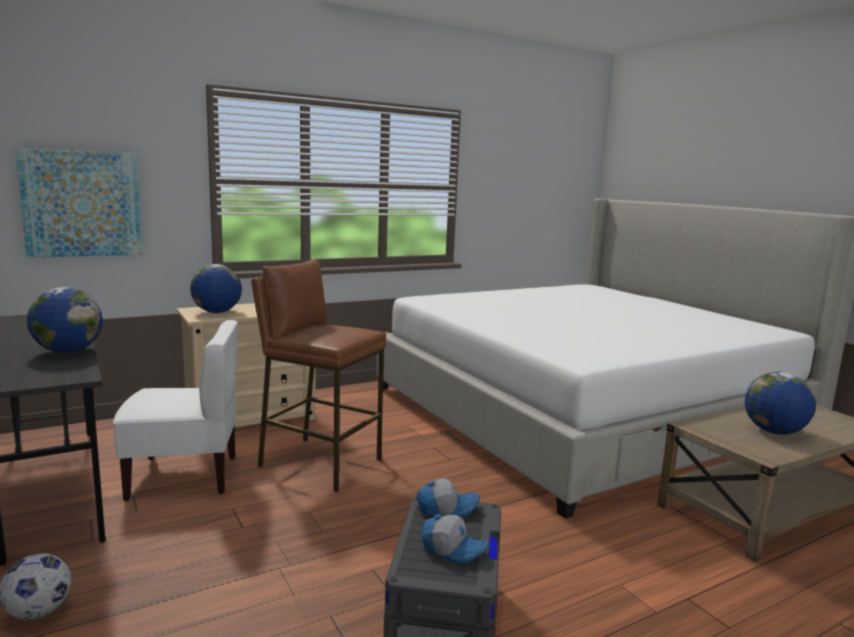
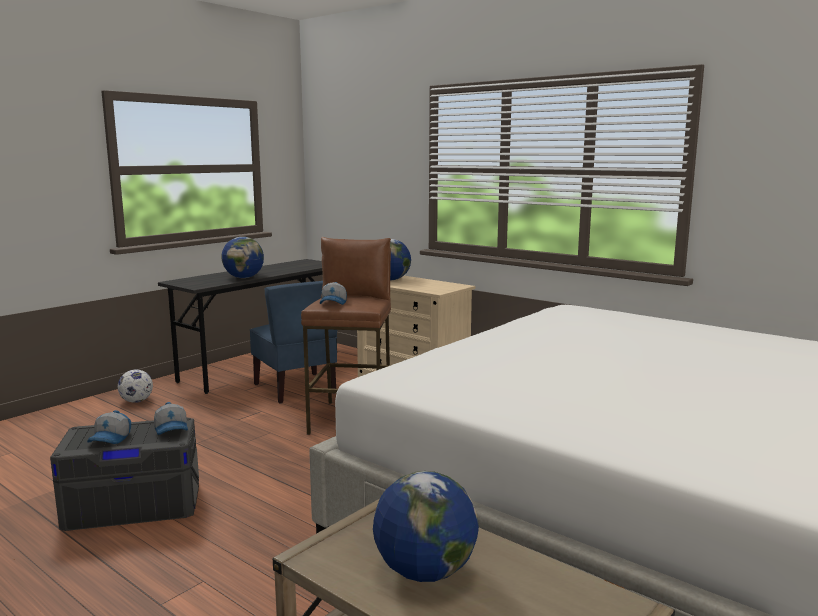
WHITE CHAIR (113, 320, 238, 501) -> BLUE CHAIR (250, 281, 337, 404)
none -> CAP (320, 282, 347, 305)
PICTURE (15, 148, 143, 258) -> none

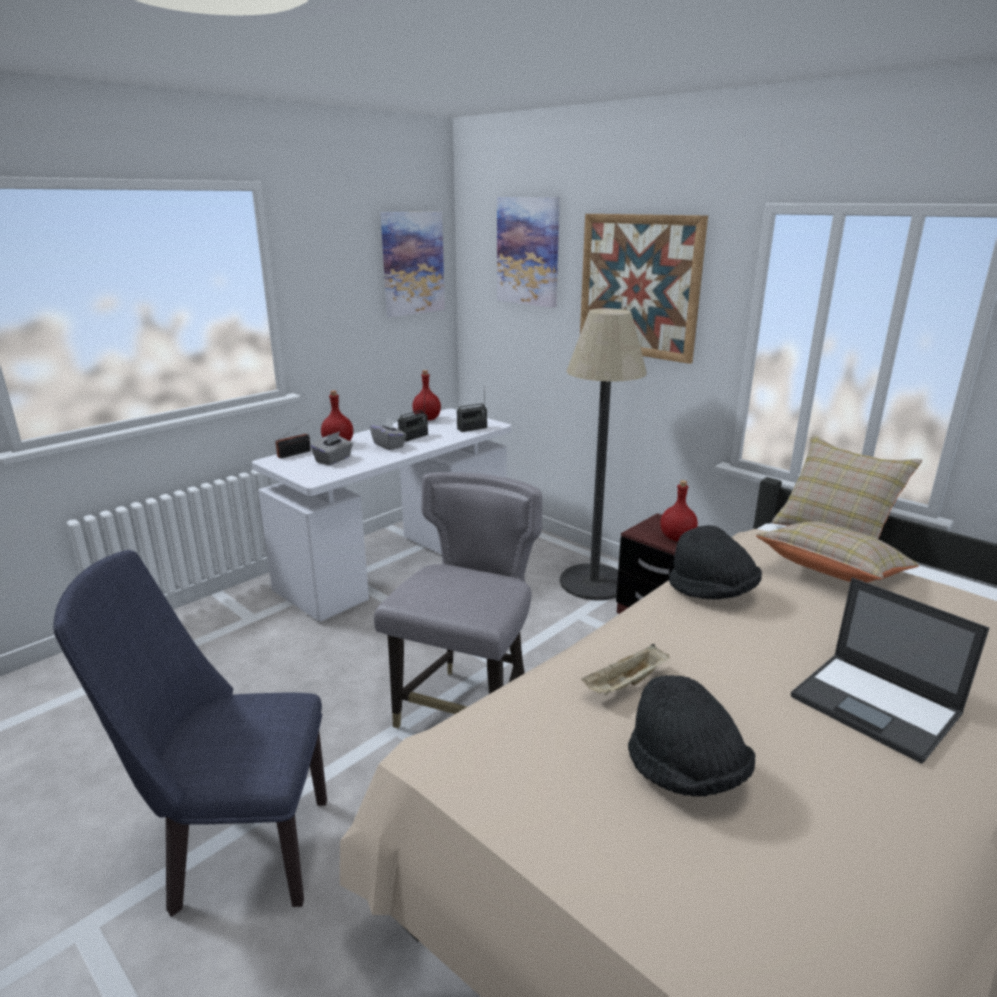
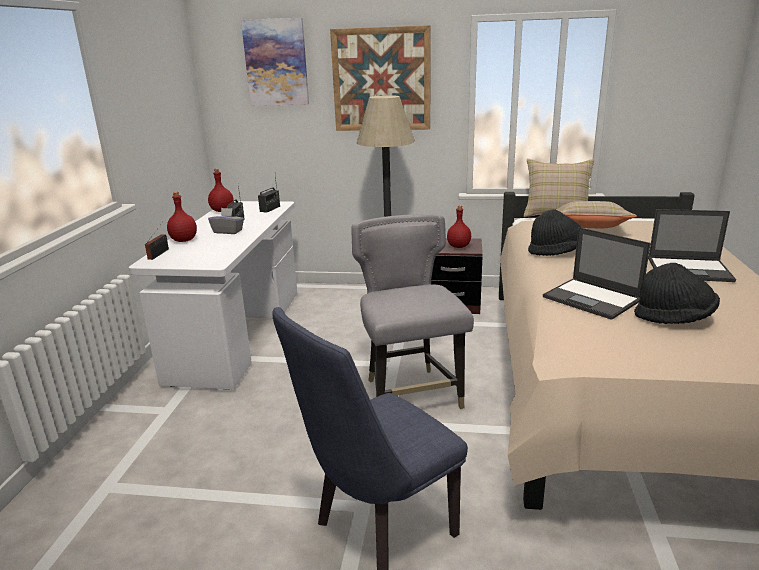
BEIGE TRAY (581, 644, 670, 695) -> LAPTOP (543, 227, 651, 320)
GREY TISSUE BOX (311, 431, 353, 465) -> none
PICTURE (381, 211, 445, 317) -> none

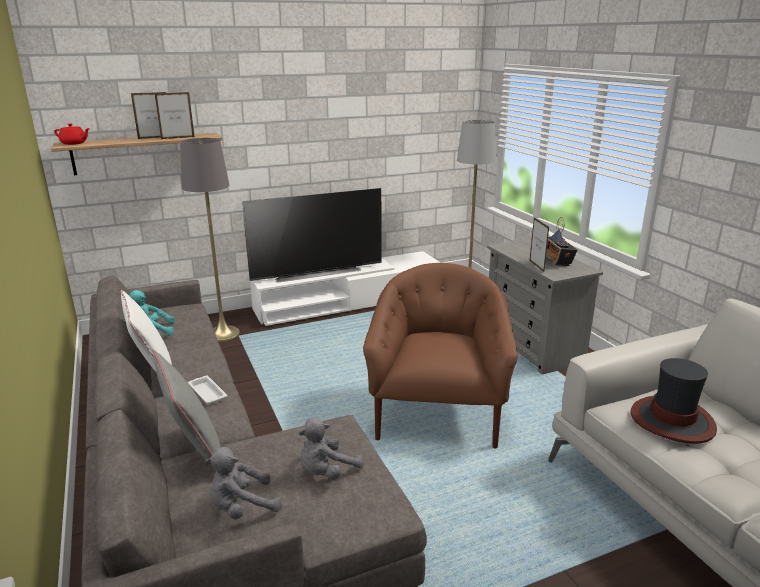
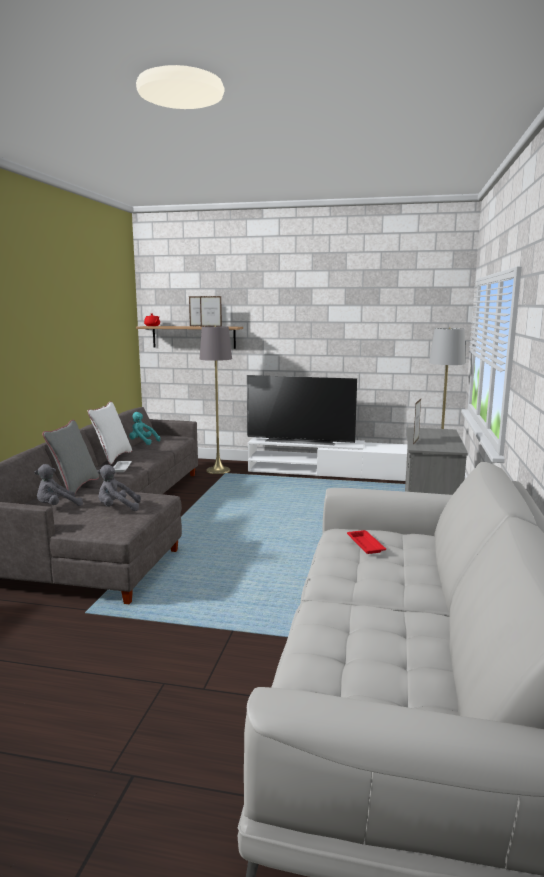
GREY PLUSH TOY (205, 447, 282, 519) -> GREY PLUSH TOY (34, 464, 83, 506), 45 degrees counterclockwise
HAT (631, 358, 717, 444) -> RED TRAY (347, 530, 386, 554)
BROWN ARMCHAIR (363, 263, 518, 449) -> none
RADIO (546, 217, 578, 266) -> none

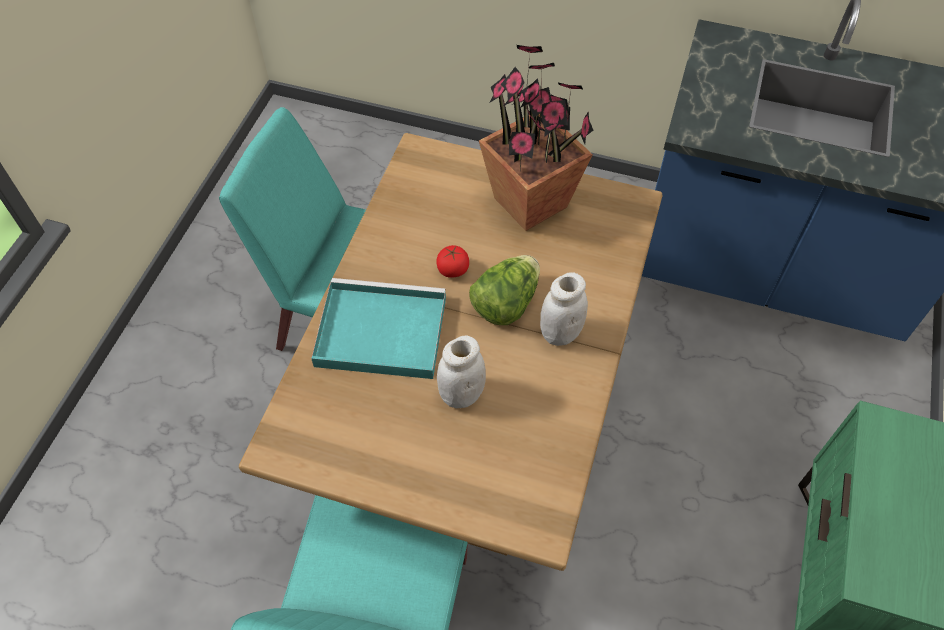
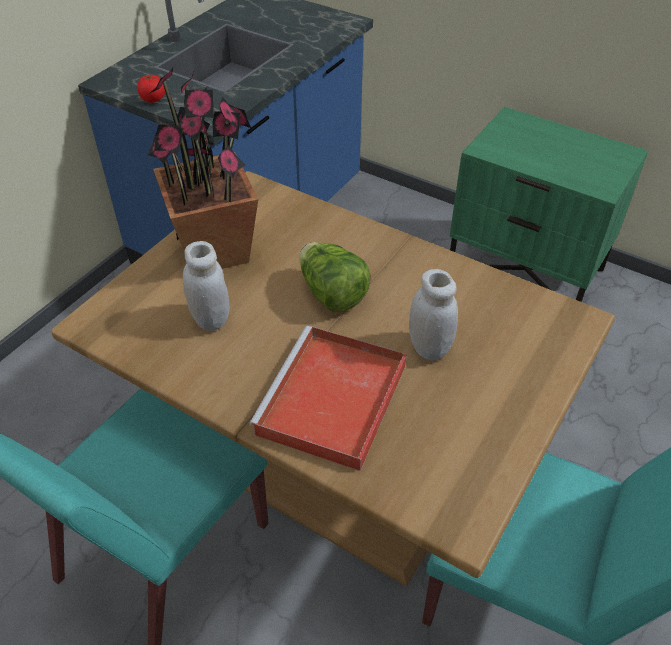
TOMATO (436, 245, 469, 278) -> TOMATO (138, 74, 165, 103), relocated
WHITE JAR (540, 272, 588, 346) -> WHITE JAR (183, 241, 230, 331), relocated
TURQUOISE TRAY (311, 278, 446, 379) -> RED TRAY (249, 326, 407, 471)

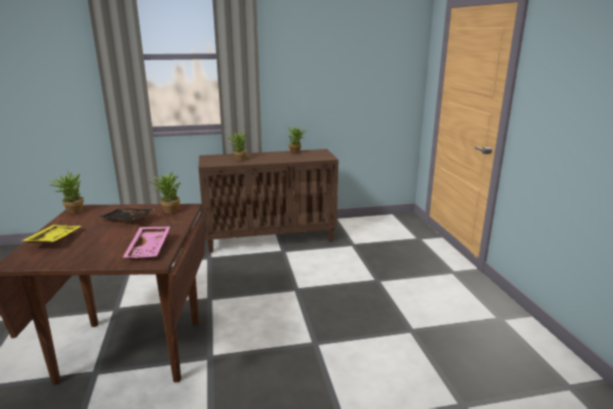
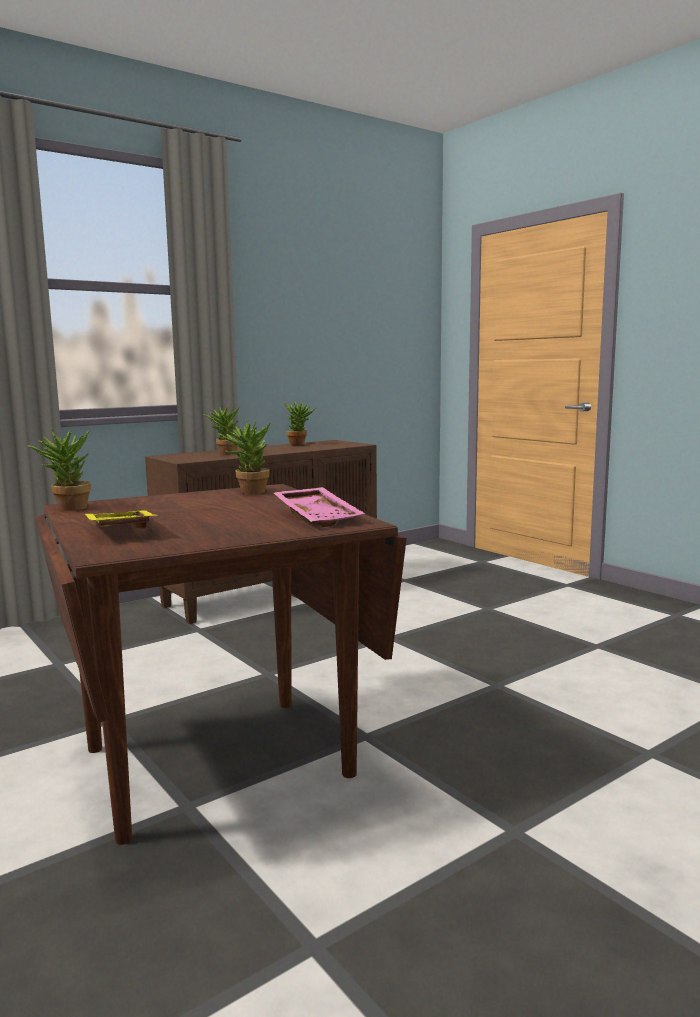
BLACK TRAY (99, 208, 154, 221) -> none

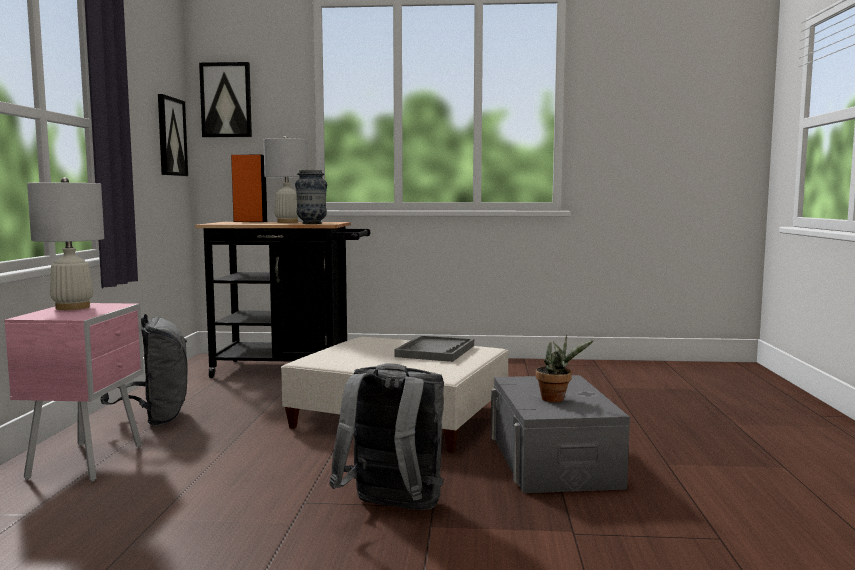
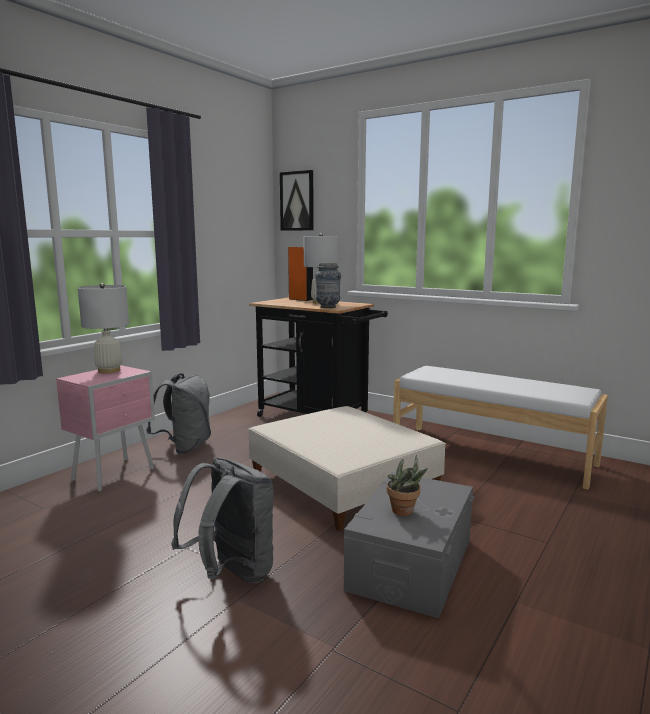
none -> WHITE BENCH (393, 366, 608, 490)
PICTURE (158, 94, 188, 176) -> none
GREY TRAY (394, 335, 474, 362) -> none

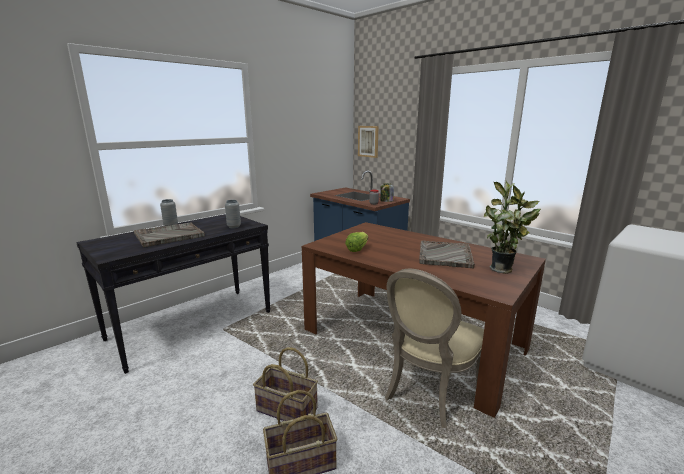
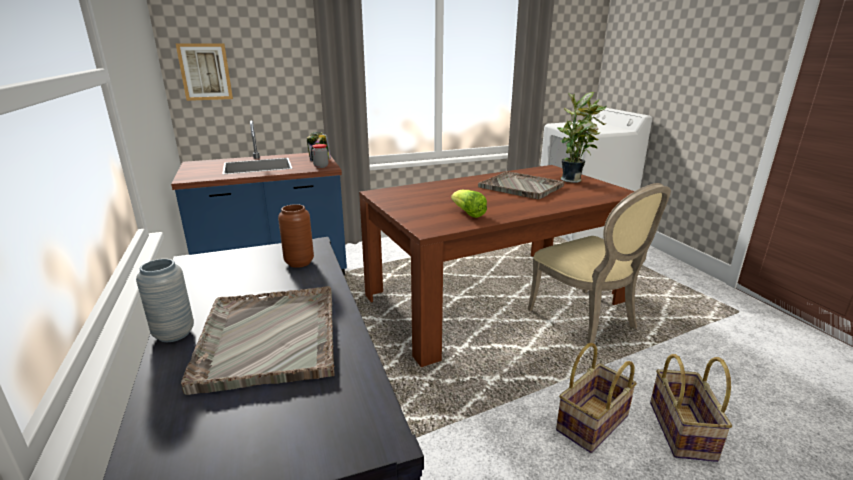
GREY VASE (225, 200, 241, 228) -> BROWN VASE (278, 204, 314, 268)

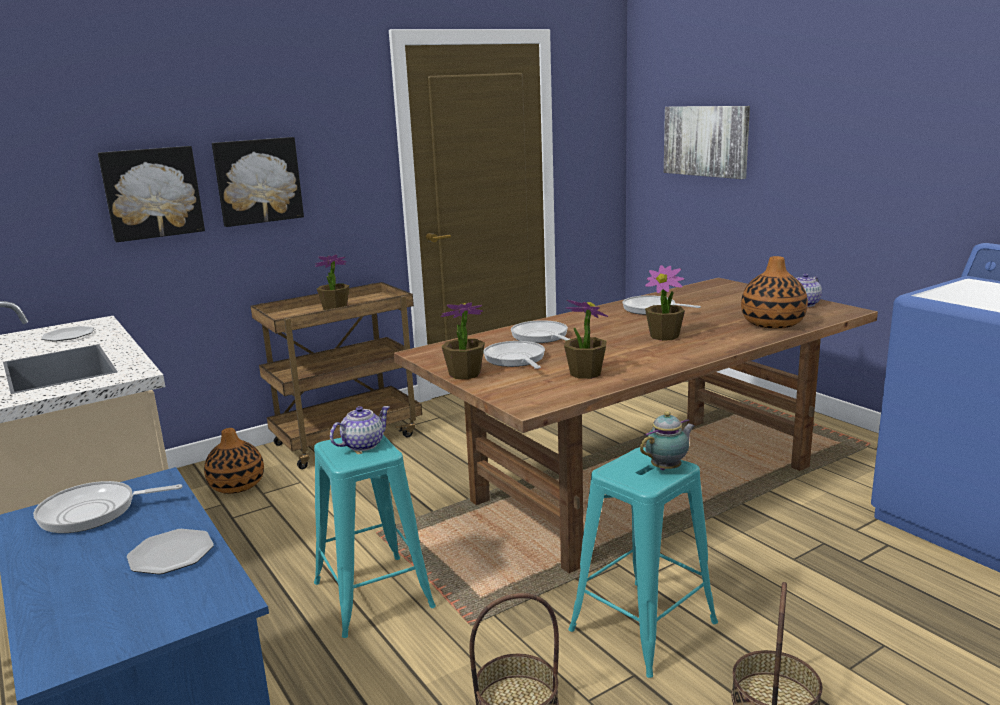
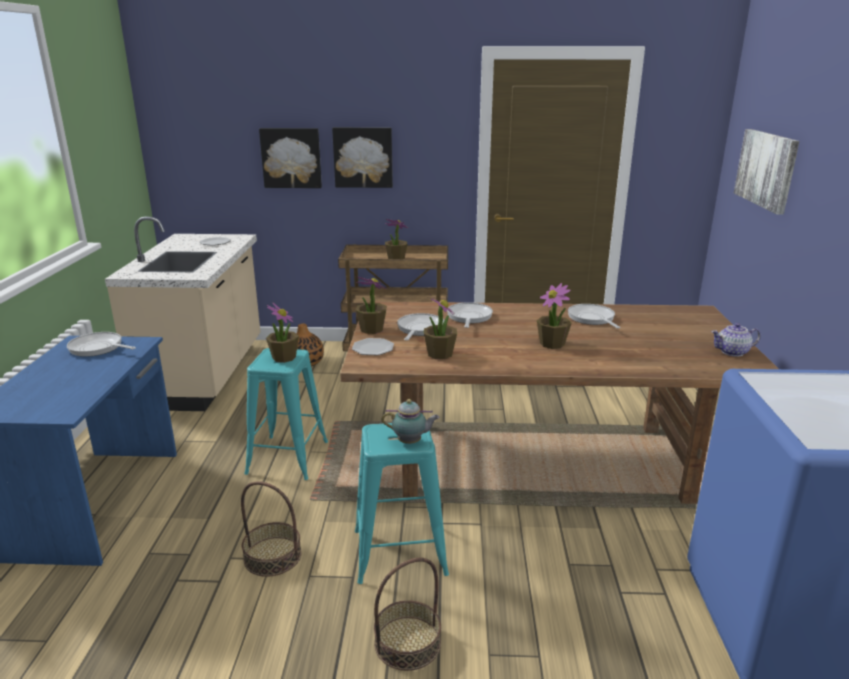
TEAPOT (330, 406, 390, 451) -> POTTED PLANT (266, 303, 299, 363)
PLATE (127, 529, 214, 575) -> PLATE (352, 338, 394, 355), relocated
VASE (741, 256, 808, 329) -> none

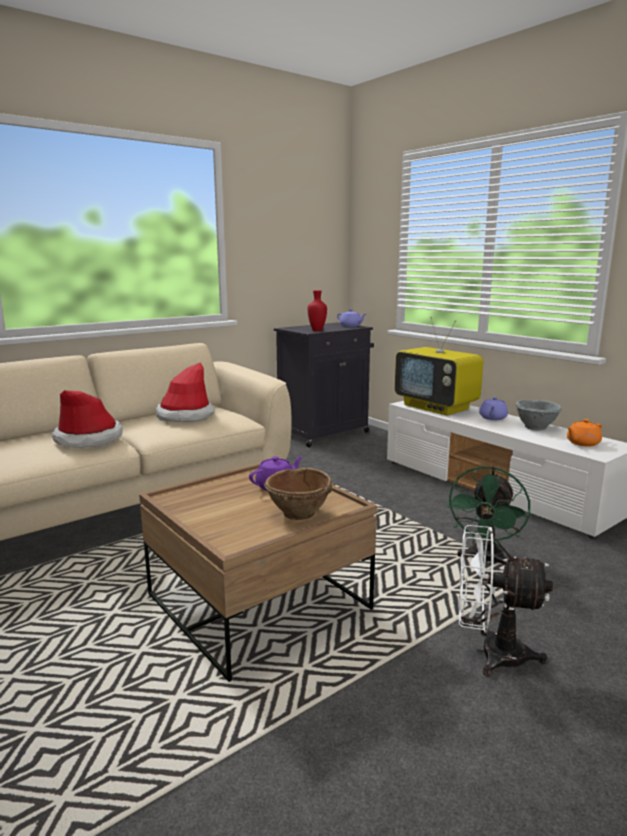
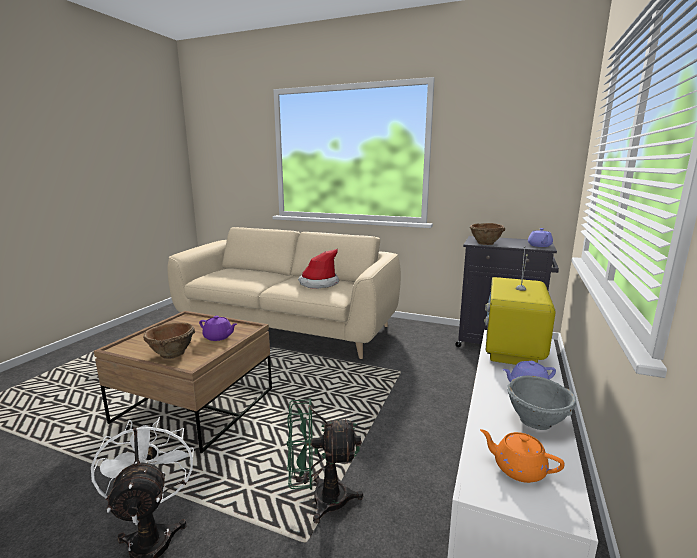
RED VASE (308, 290, 327, 331) -> BROWN BOWL (470, 223, 505, 245)
HAT (52, 390, 123, 448) -> none

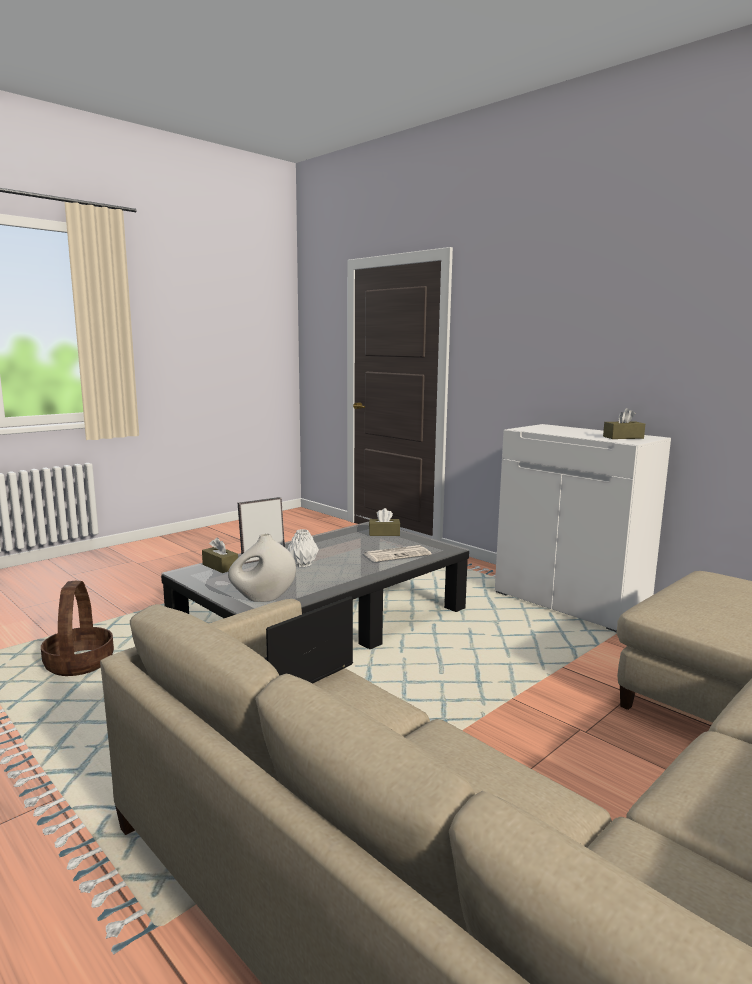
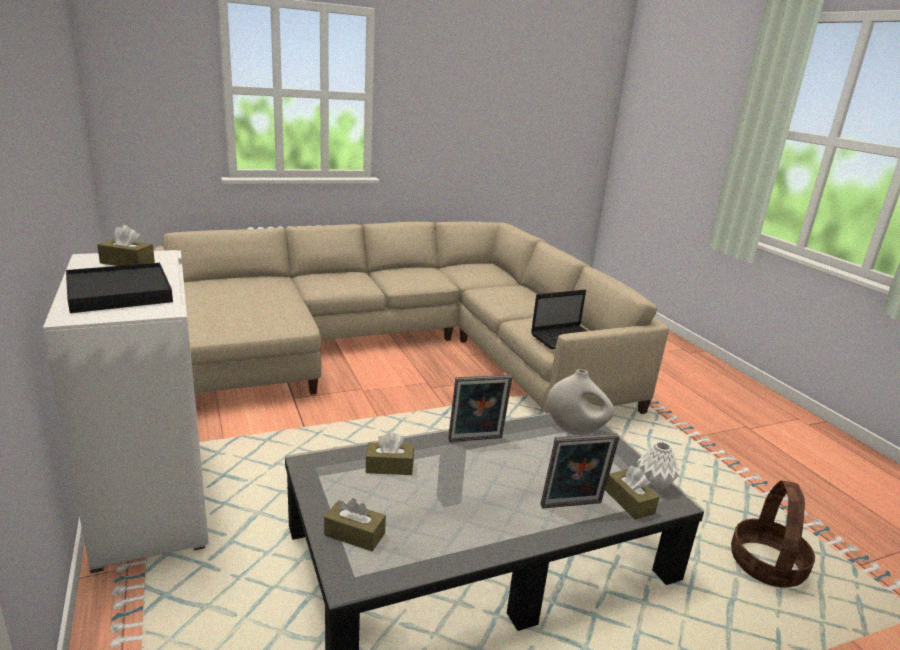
none -> BLACK TRAY (66, 263, 173, 313)
NEWSPAPER (364, 545, 431, 562) -> BROWN TISSUE BOX (365, 432, 414, 475)
none -> PICTURE FRAME (448, 375, 512, 442)
WHITE VASE (287, 529, 319, 567) -> WHITE VASE (637, 442, 679, 491), relocated

